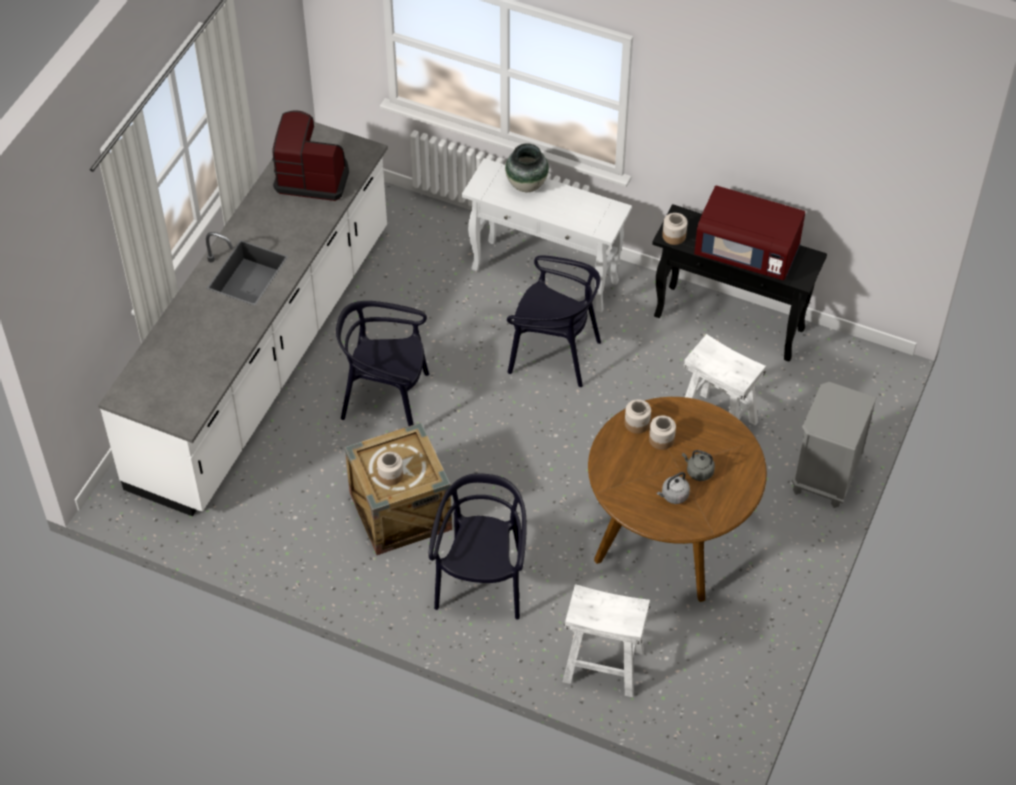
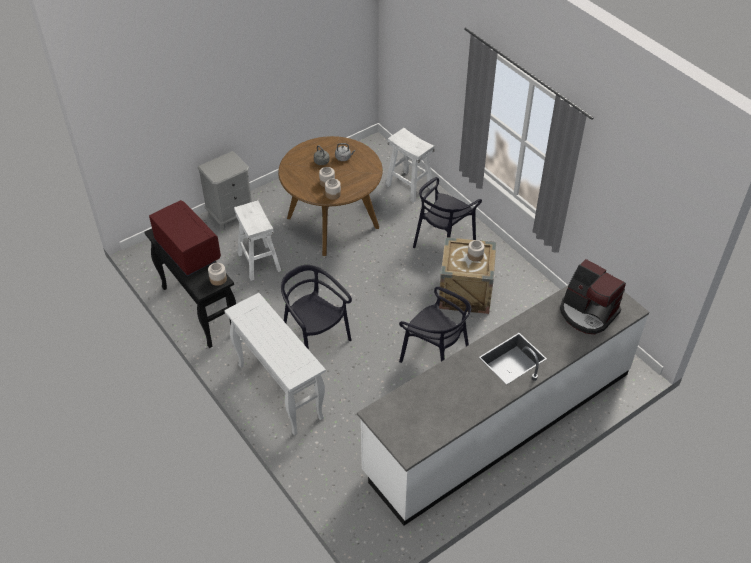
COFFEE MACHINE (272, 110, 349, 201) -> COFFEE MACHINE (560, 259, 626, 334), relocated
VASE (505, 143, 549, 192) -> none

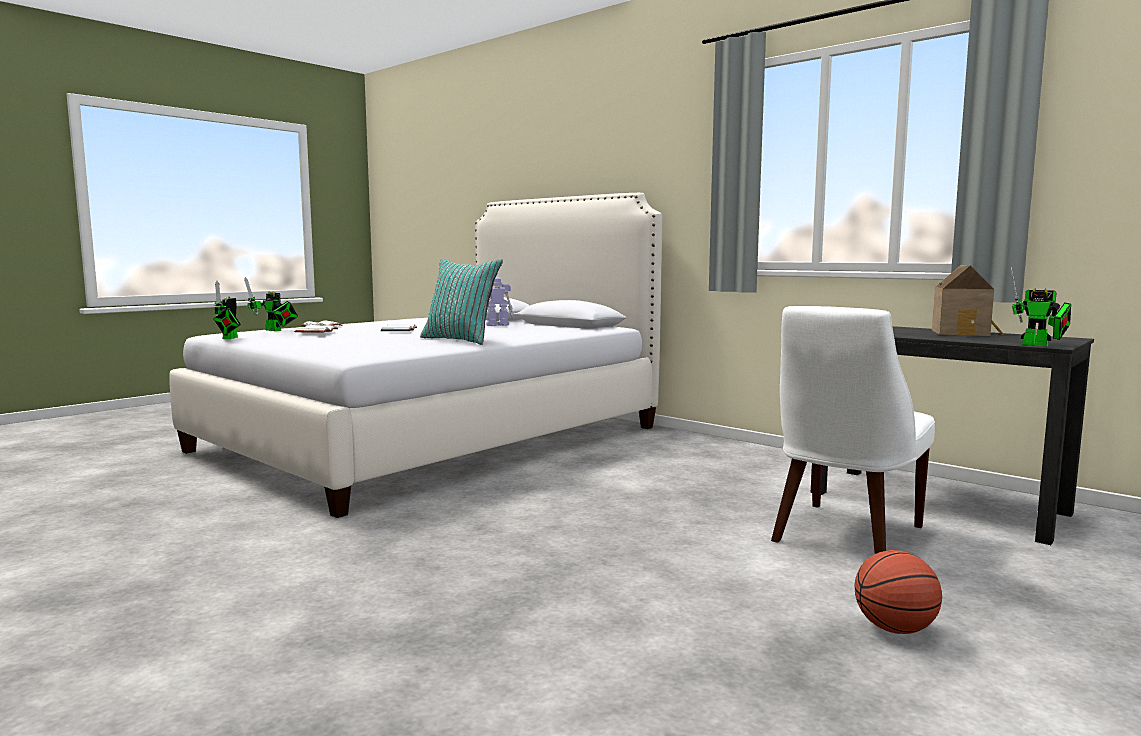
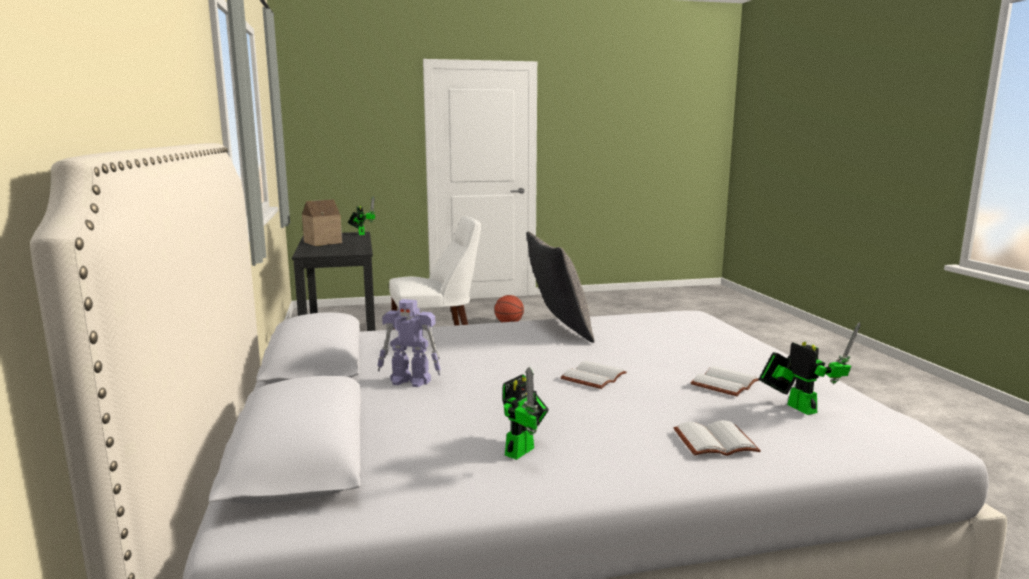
TOY ROBOT (213, 281, 241, 339) -> TOY ROBOT (502, 366, 549, 460), relocated
TURQUOISE PILLOW (420, 259, 503, 345) -> GREY PILLOW (526, 231, 595, 343)

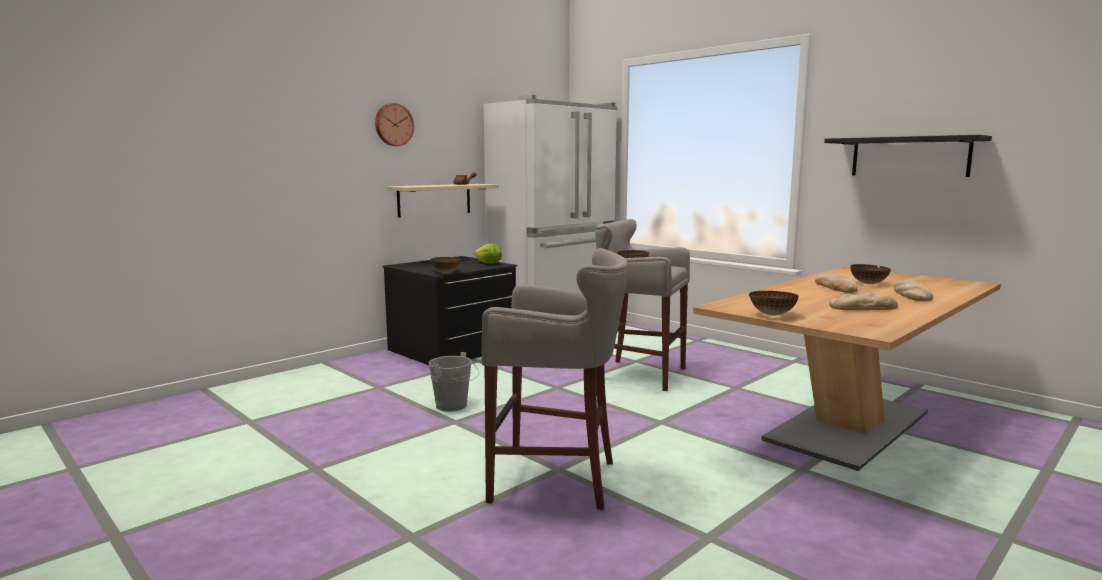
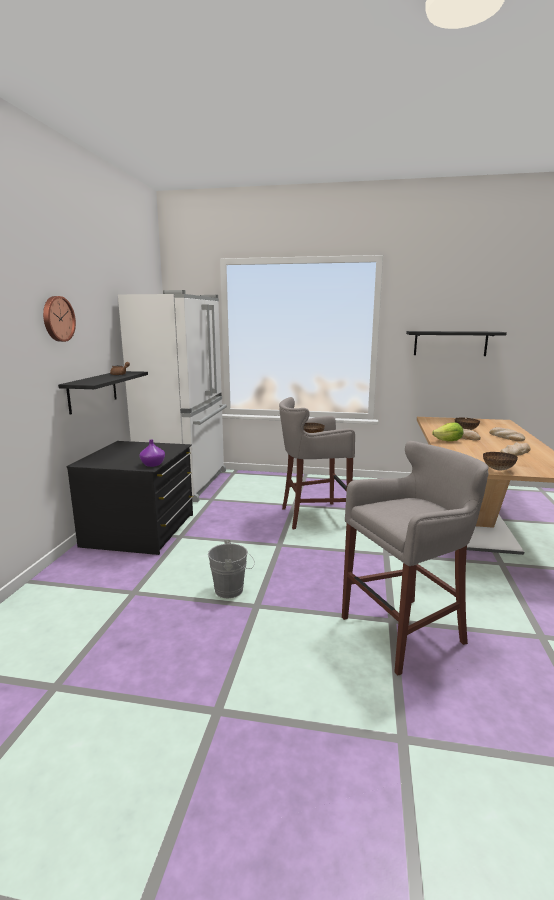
BEIGE SHELF (386, 184, 499, 218) -> BLACK SHELF (58, 371, 148, 415)
BOWL (431, 257, 461, 273) -> PURPLE VASE (139, 440, 165, 467)
LETTUCE (474, 244, 502, 264) -> LETTUCE (432, 422, 463, 441), relocated

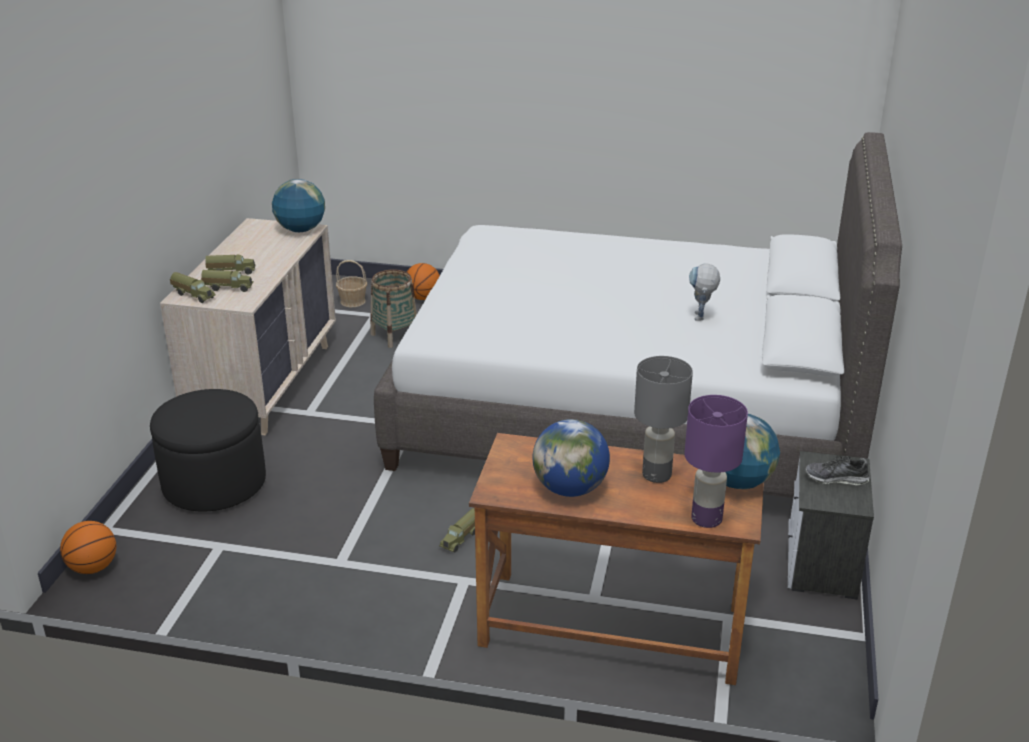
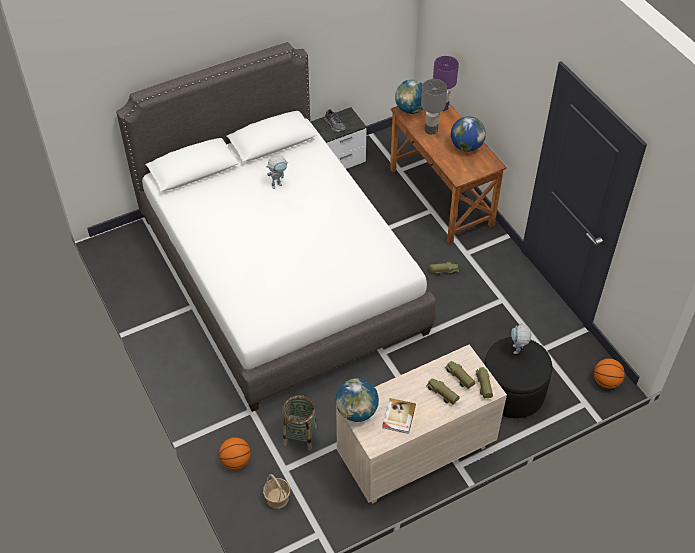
none -> BOOK (382, 398, 416, 434)
none -> TOY ROBOT (511, 323, 532, 354)

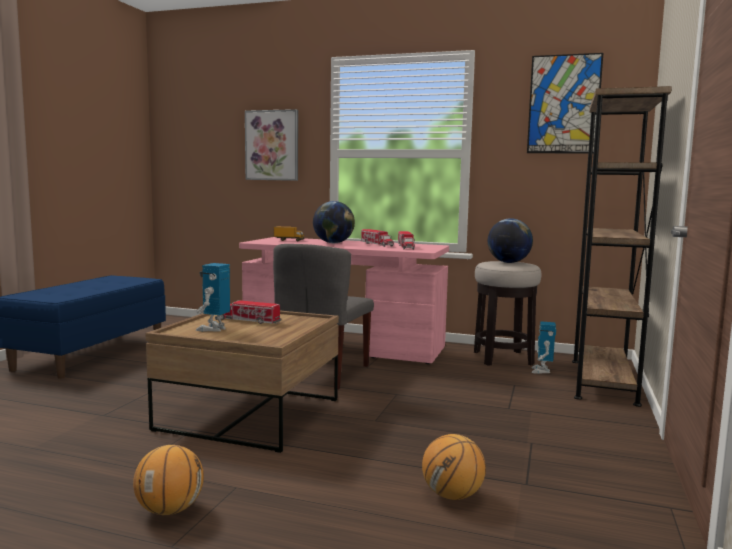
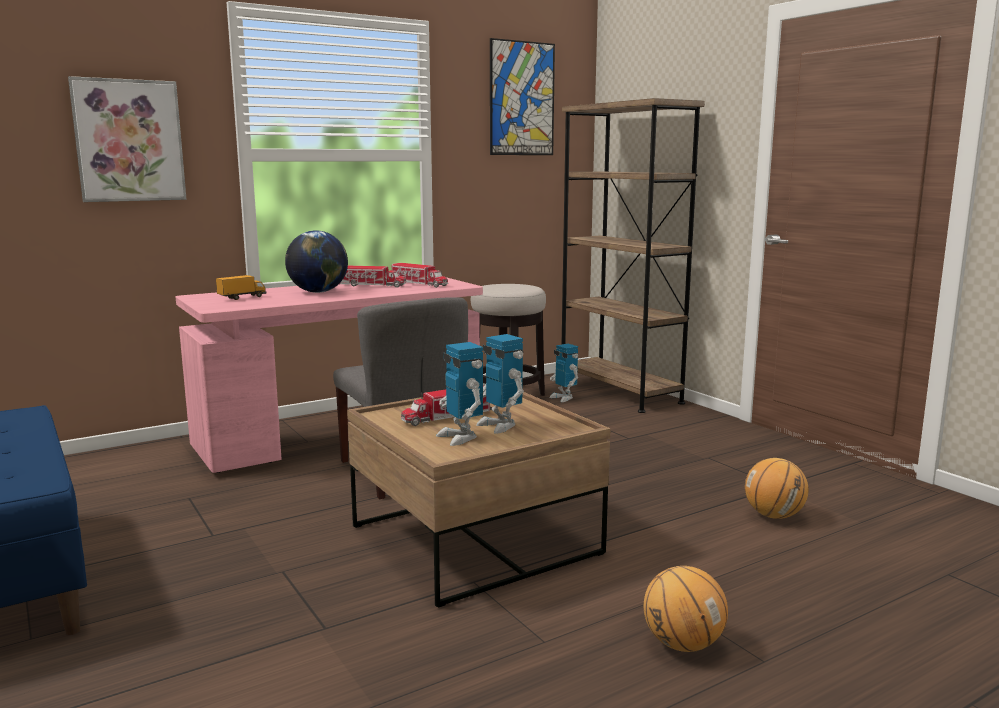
none -> TOY ROBOT (476, 334, 524, 434)
GLOBE (488, 218, 533, 263) -> none

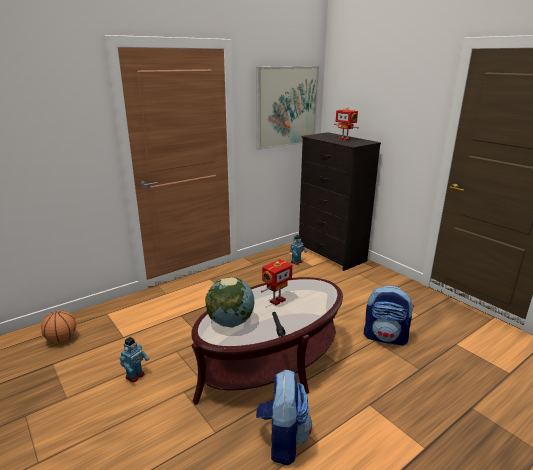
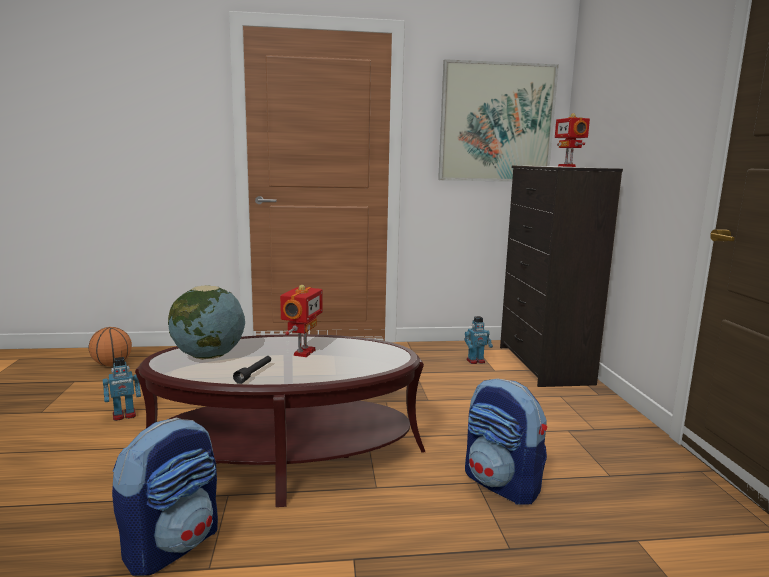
TOY ROBOT (261, 259, 292, 305) -> TOY ROBOT (280, 285, 323, 357), 60 degrees counterclockwise

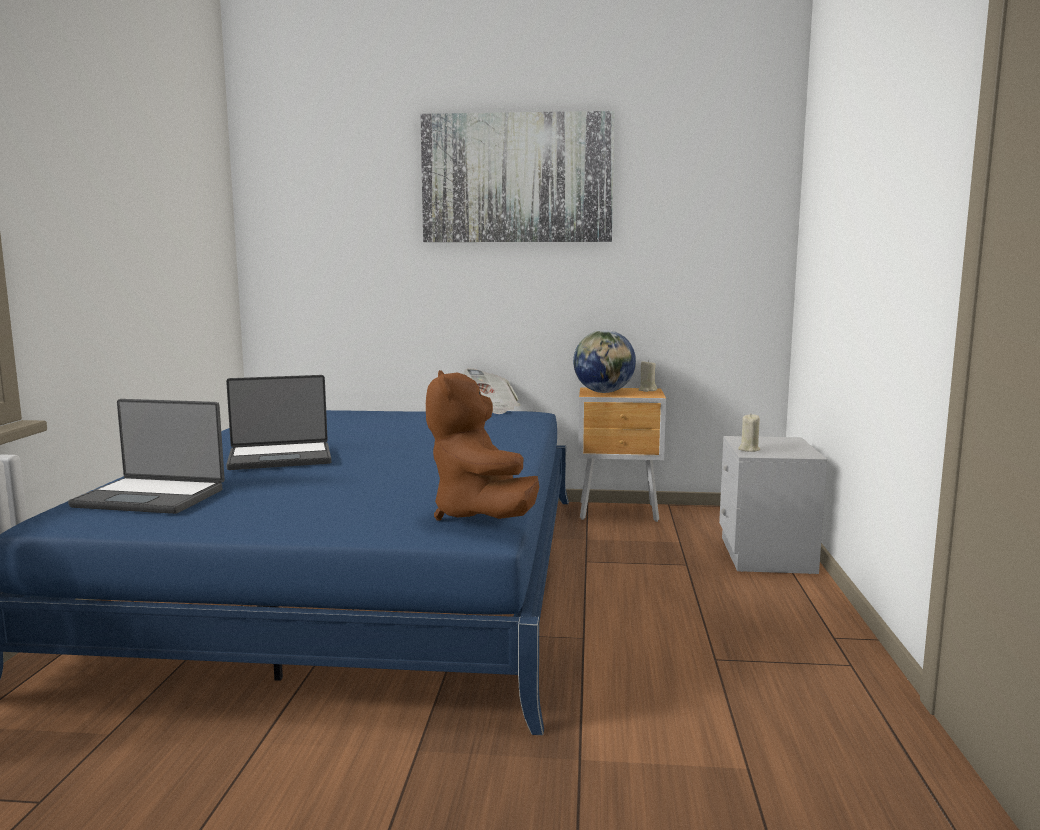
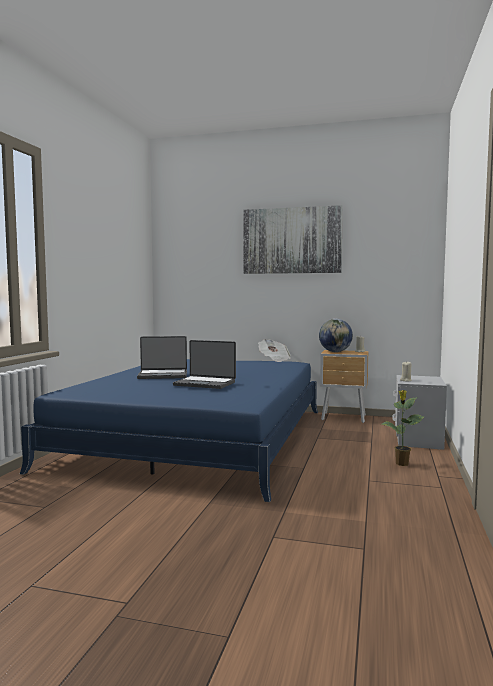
LAPTOP (68, 399, 225, 514) -> LAPTOP (173, 340, 236, 389), relocated
none -> POTTED PLANT (381, 390, 425, 466)
BROWN PLUSH TOY (426, 370, 539, 521) -> none

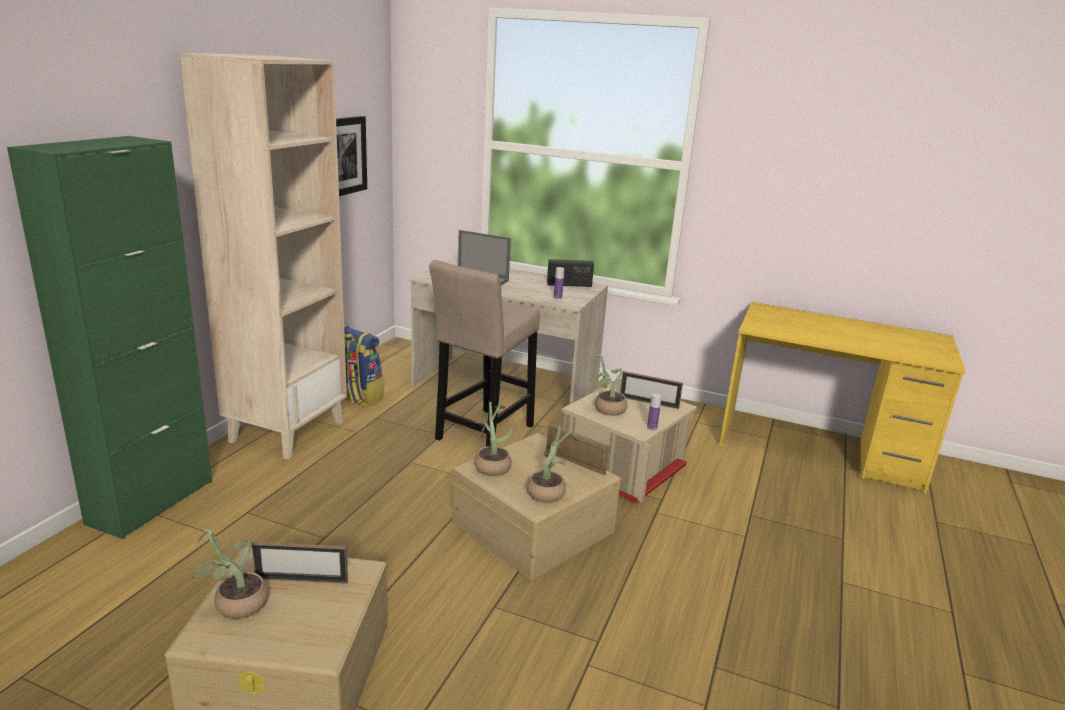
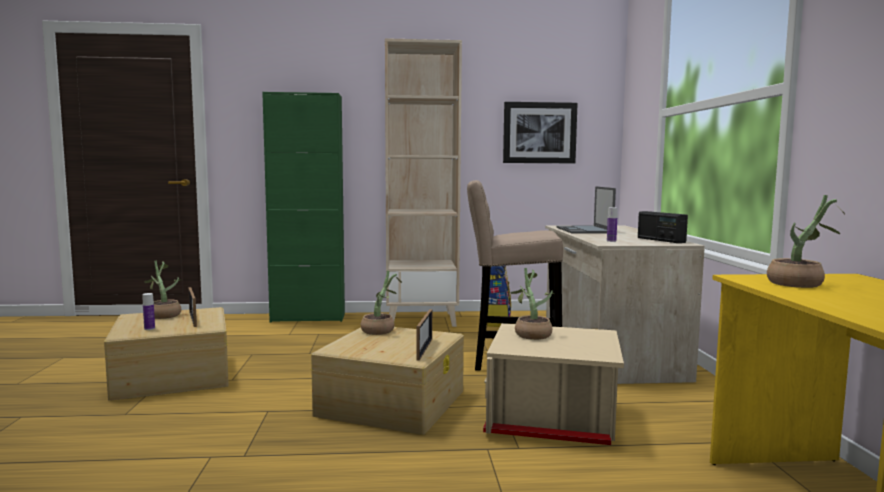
BOTTLE (647, 394, 661, 431) -> BOTTLE (142, 293, 155, 330), relocated
POTTED PLANT (527, 426, 576, 503) -> POTTED PLANT (767, 195, 845, 288), relocated
PICTURE FRAME (620, 371, 683, 409) -> none

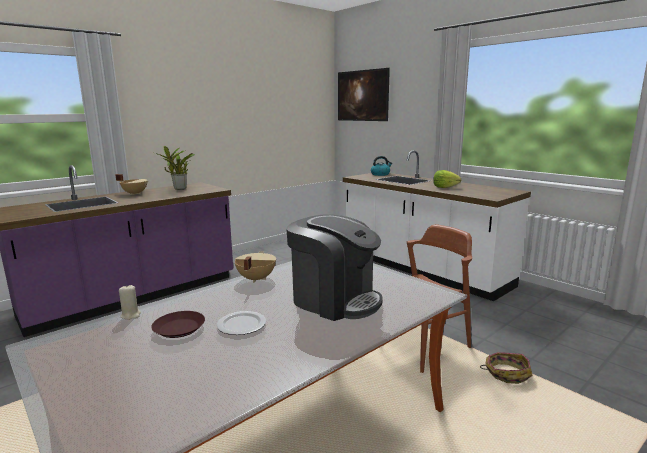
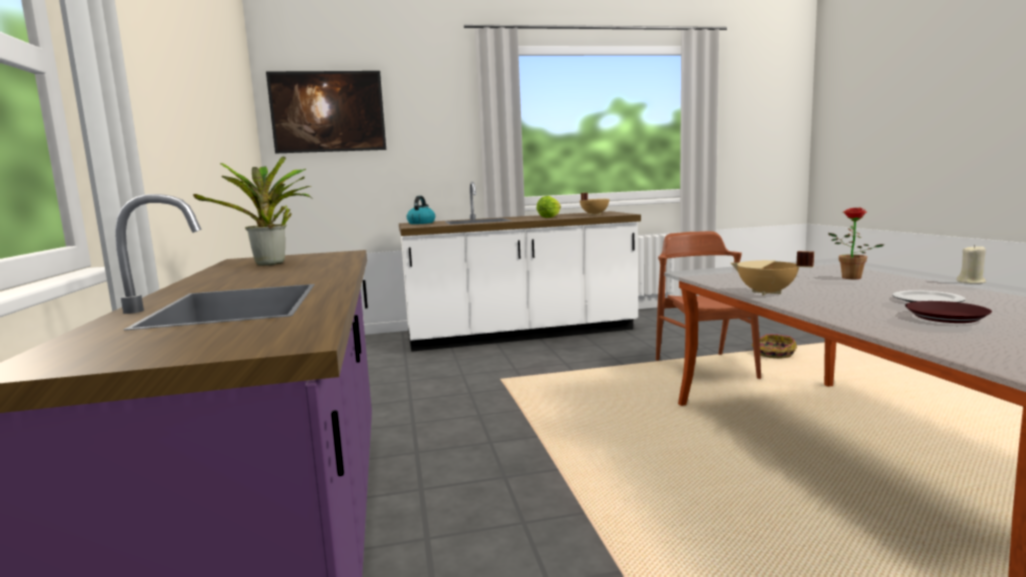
BEIGE COOKING POT (115, 174, 148, 195) -> BEIGE COOKING POT (580, 193, 609, 215), relocated
COFFEE MACHINE (286, 214, 383, 321) -> POTTED PLANT (828, 207, 885, 279)
BEIGE CANDLE (119, 285, 141, 320) -> BEIGE CANDLE (956, 245, 986, 284), relocated

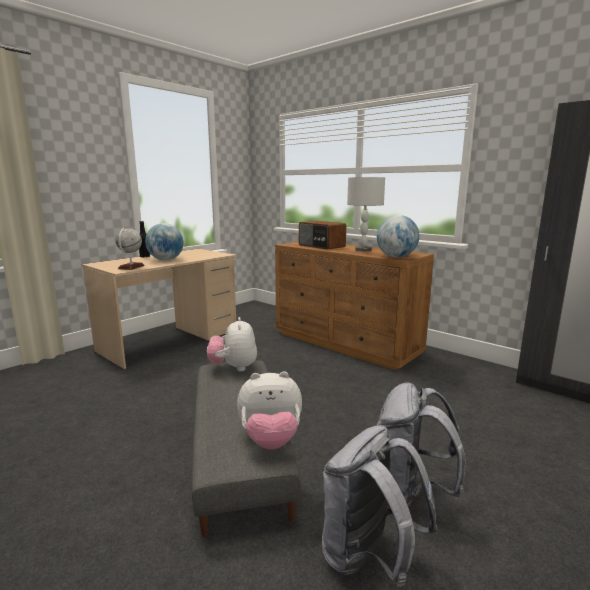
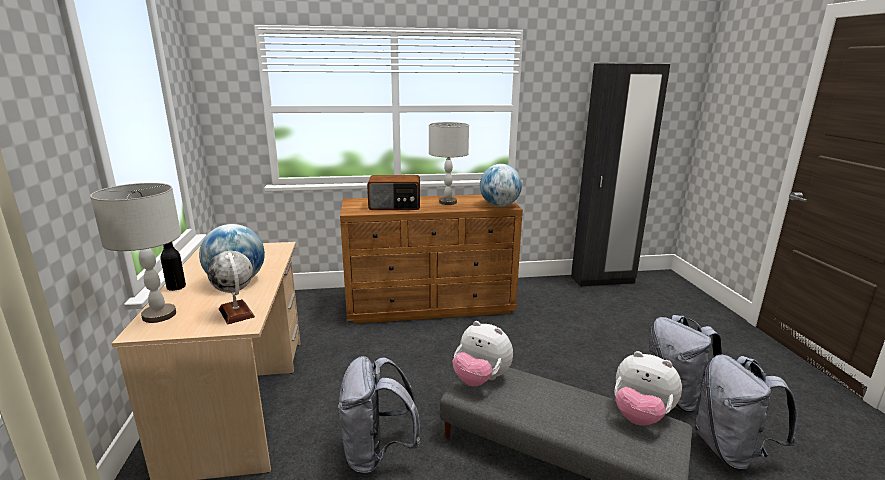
none -> GREY TABLE LAMP (90, 183, 181, 323)
none -> GREY BACKPACK (338, 356, 420, 475)
PLUSH TOY (237, 371, 302, 450) -> PLUSH TOY (614, 351, 682, 426), 90 degrees clockwise

